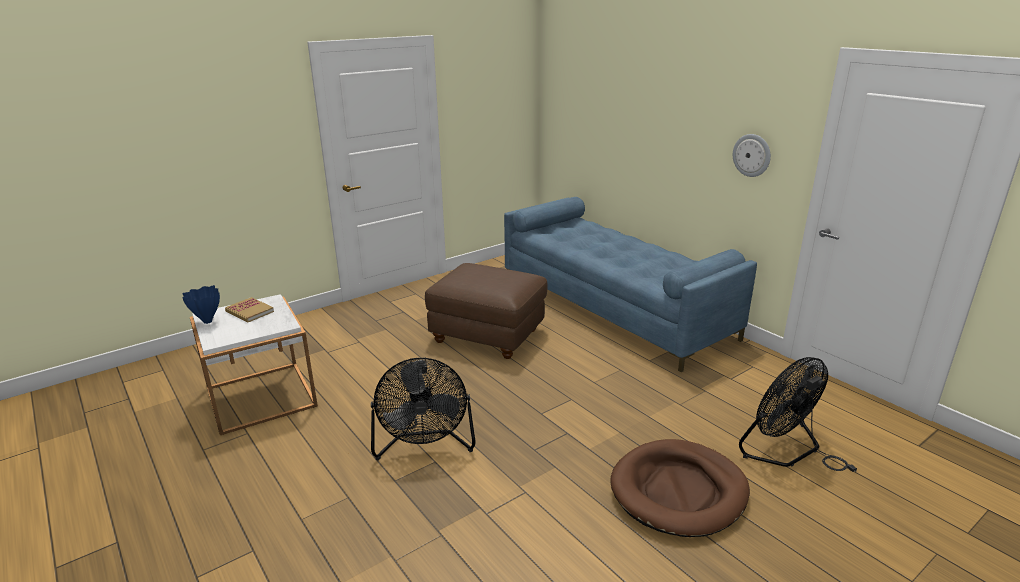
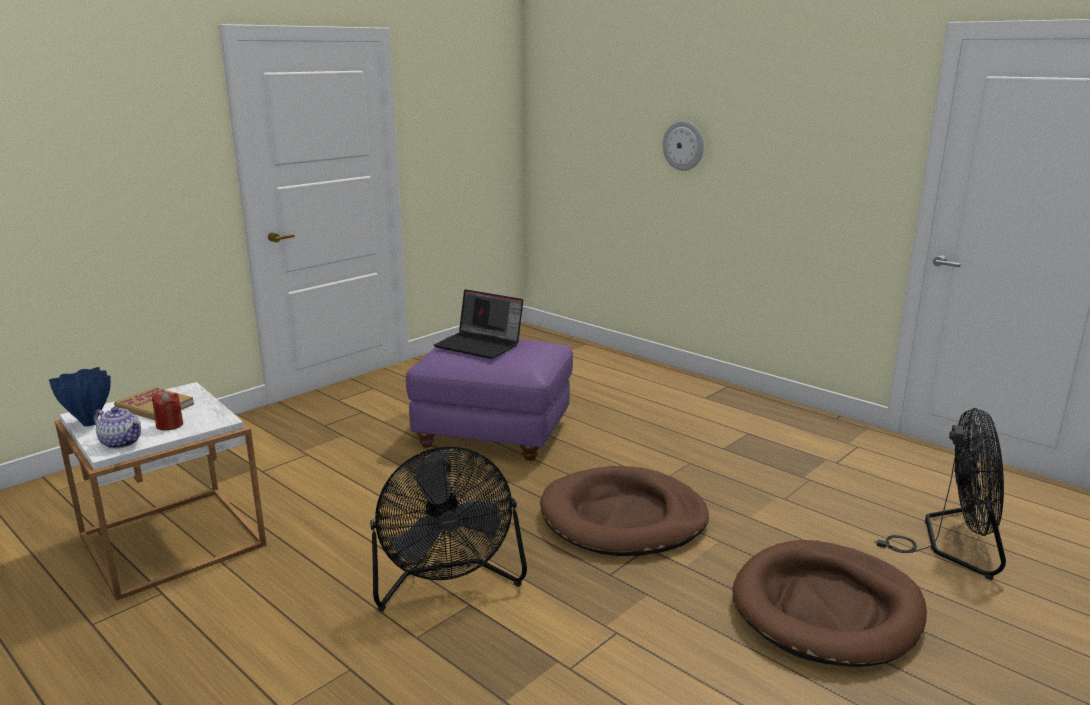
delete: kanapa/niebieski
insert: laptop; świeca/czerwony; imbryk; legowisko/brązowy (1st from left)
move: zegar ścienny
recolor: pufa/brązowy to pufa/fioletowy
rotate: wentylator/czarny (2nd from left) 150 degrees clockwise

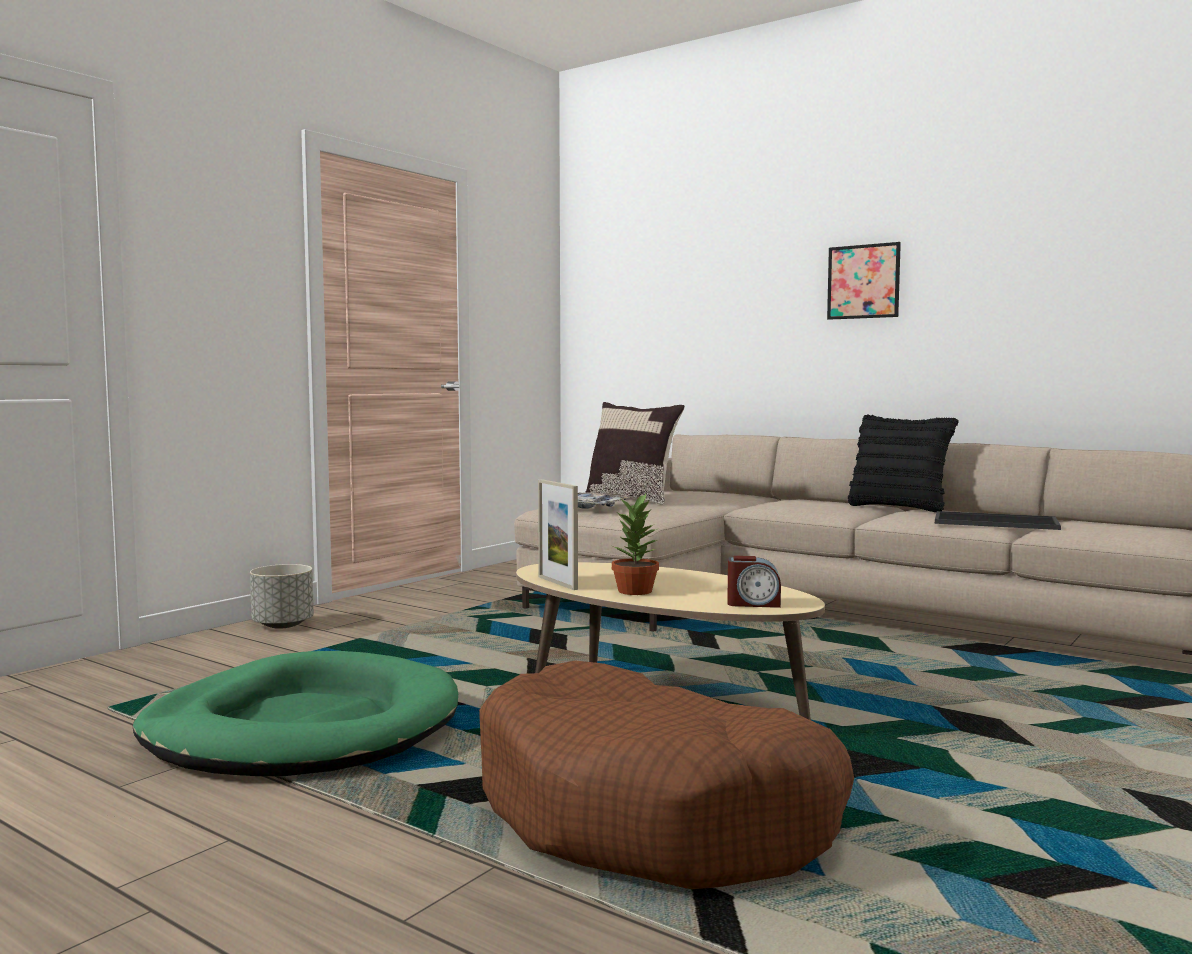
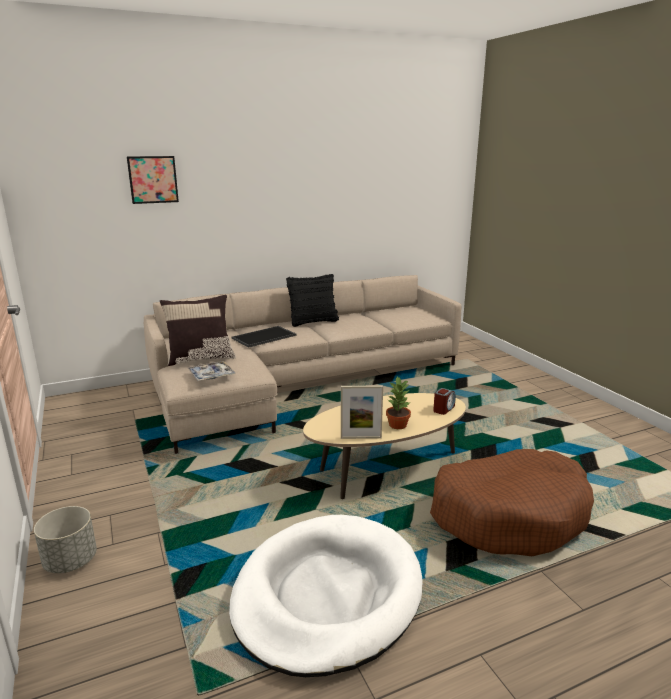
move: obraz; taca (2nd from left)
recolor: legowisko/zielony to legowisko/biały

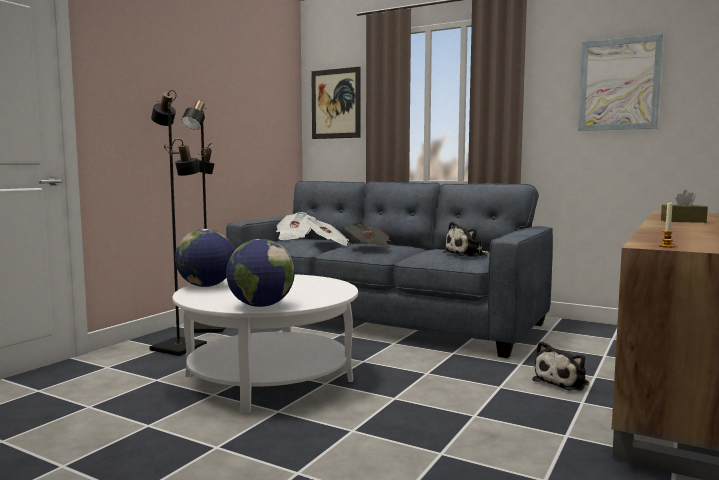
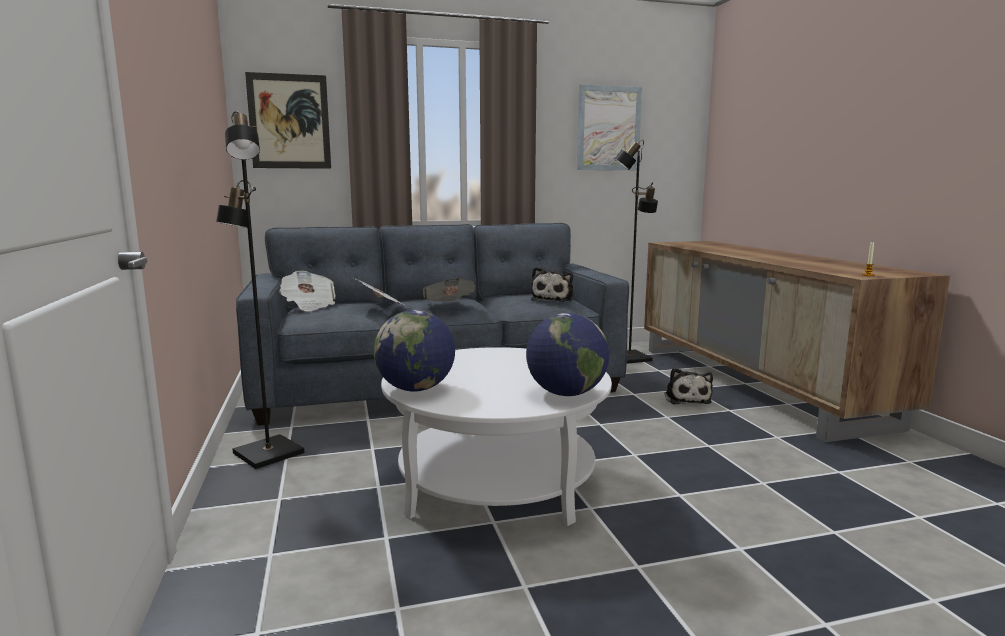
delete: pudełko chusteczek/brązowy
move: lampa stojąca/czarny (1st from left in the first image) to lampa stojąca/czarny (2nd from left)

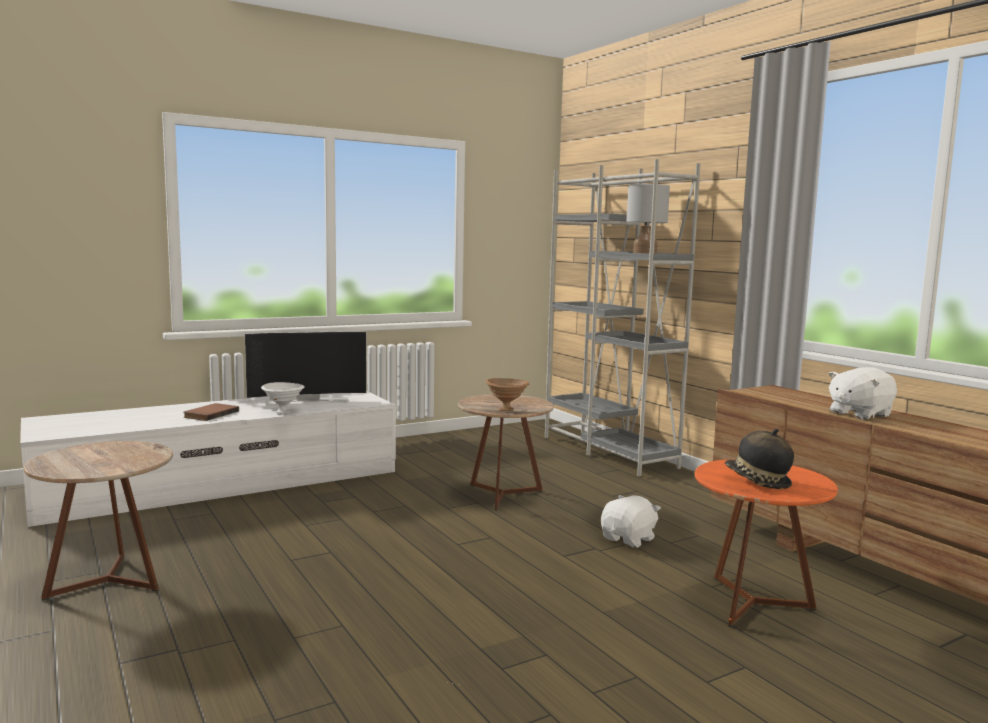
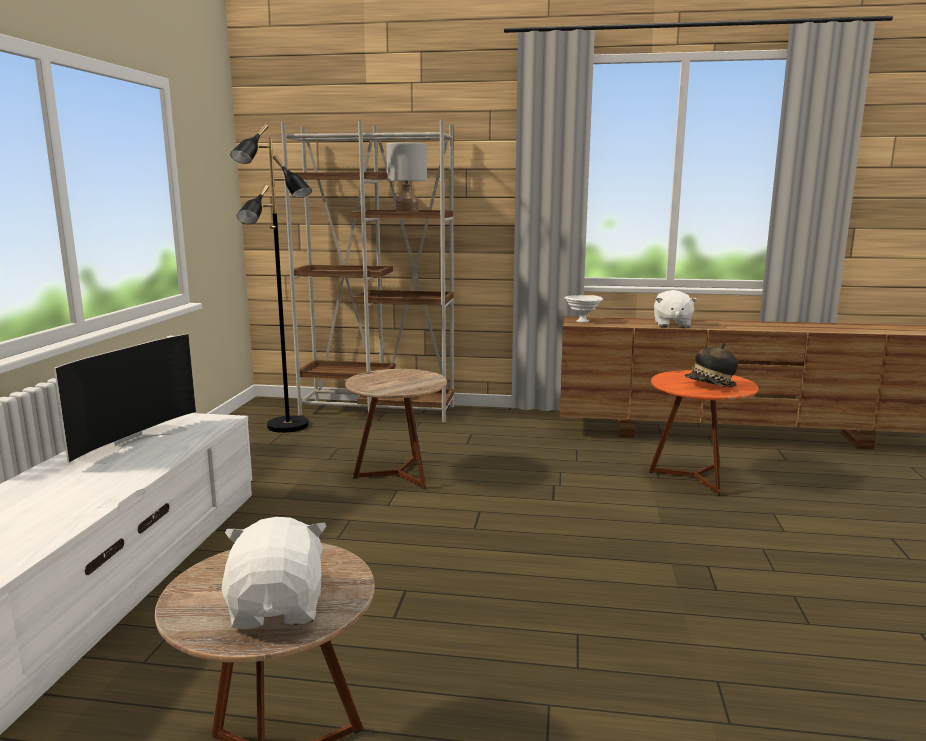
delete: miska/brązowy; książka/brązowy
insert: lampa stojąca/czarny
move: miska/biały; pluszak/biały (1st from left)
recolor: regał/szary to regał/brązowy

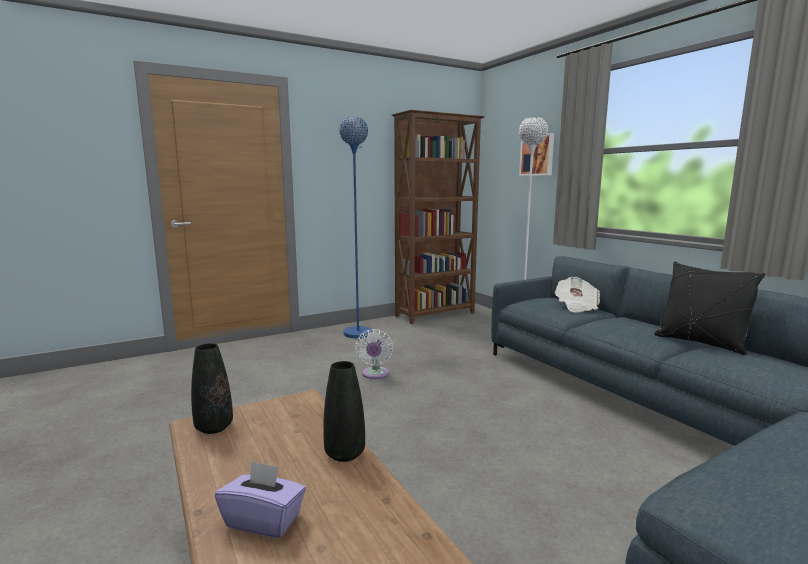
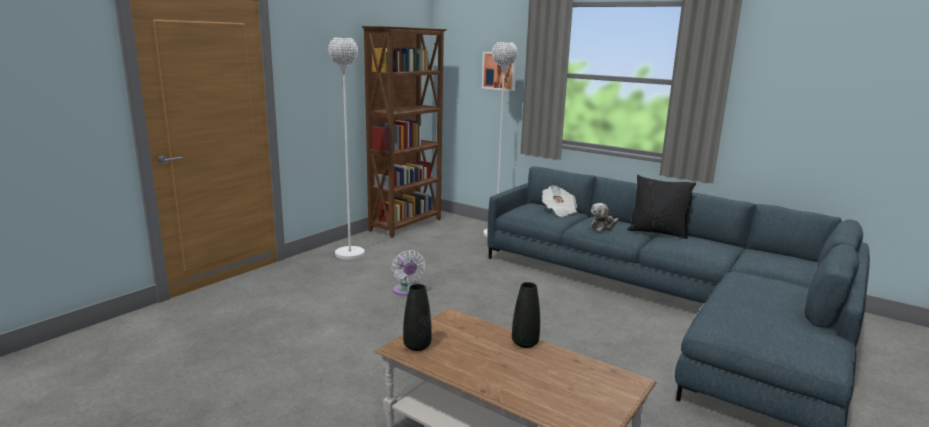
delete: pudełko chusteczek/fioletowy
insert: pluszak
recolor: lampa stojąca/niebieski to lampa stojąca/biały (1st from left)

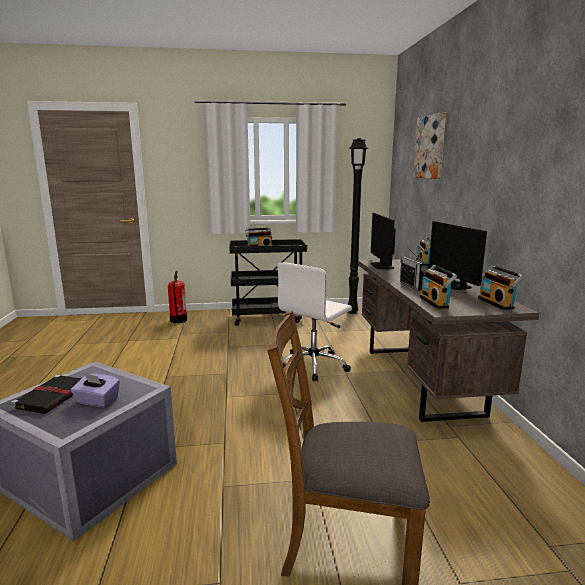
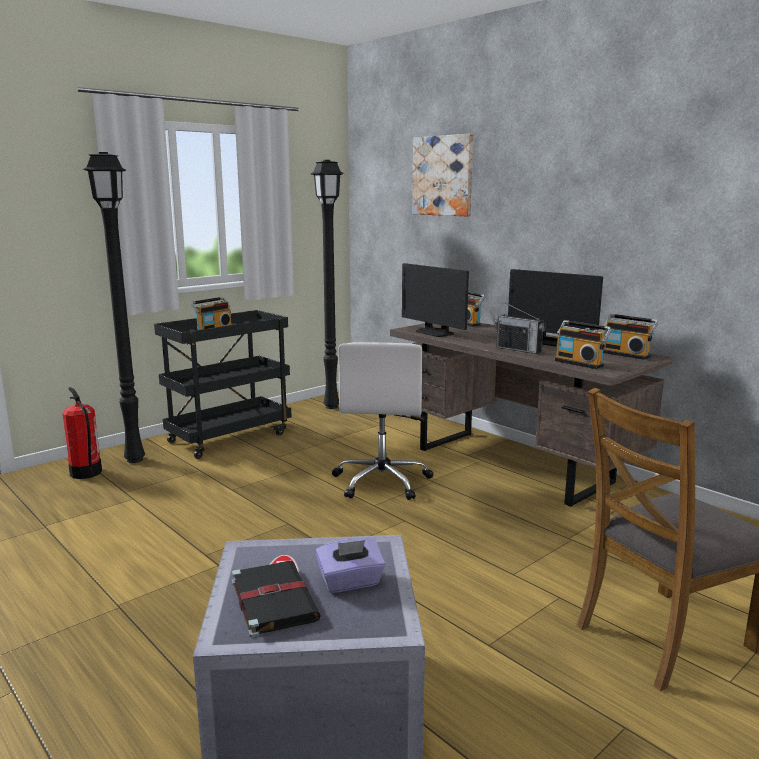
insert: lampa stojąca/czarny (1st from left)

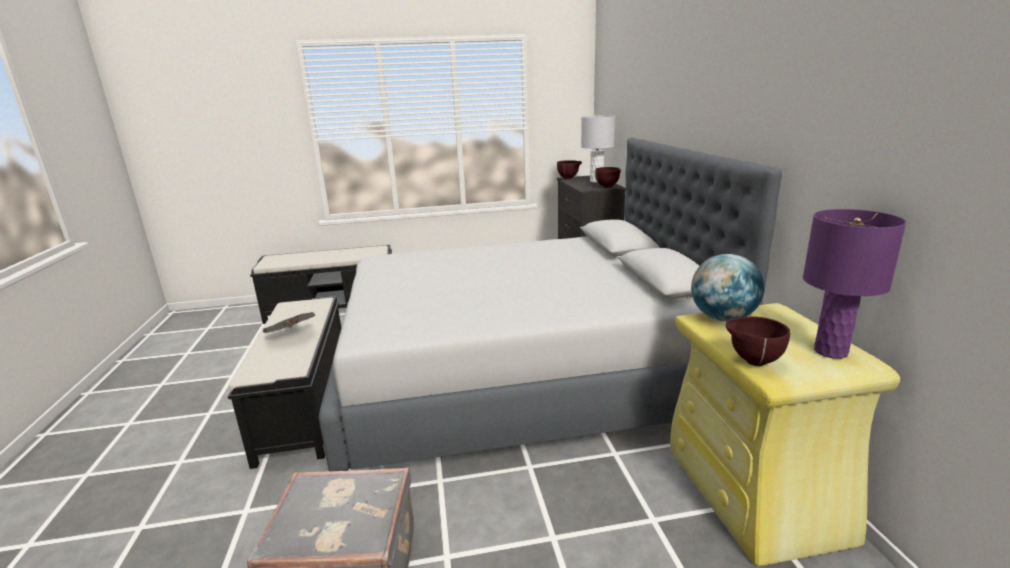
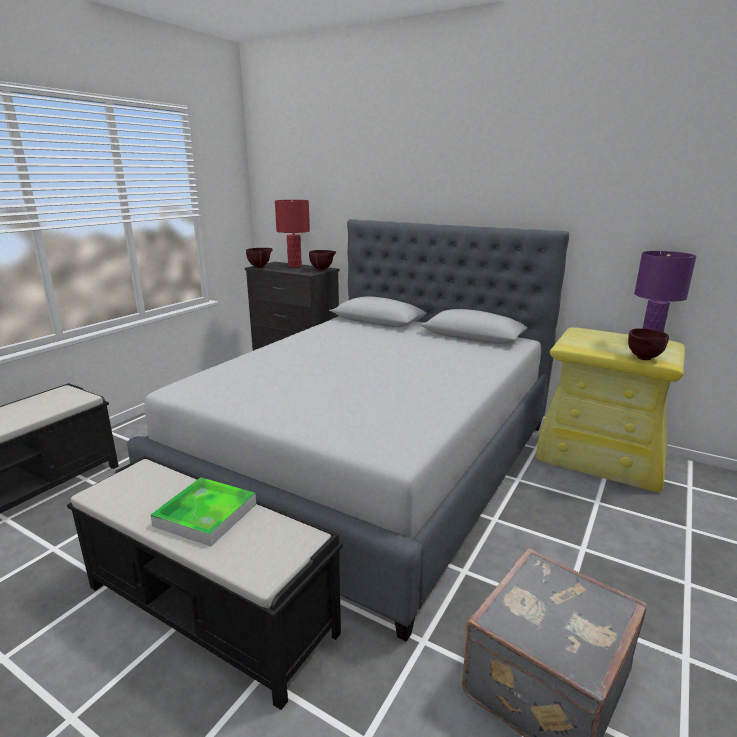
delete: globus
replace: gazeta to taca
recolor: lampa stołowa/szary to lampa stołowa/czerwony

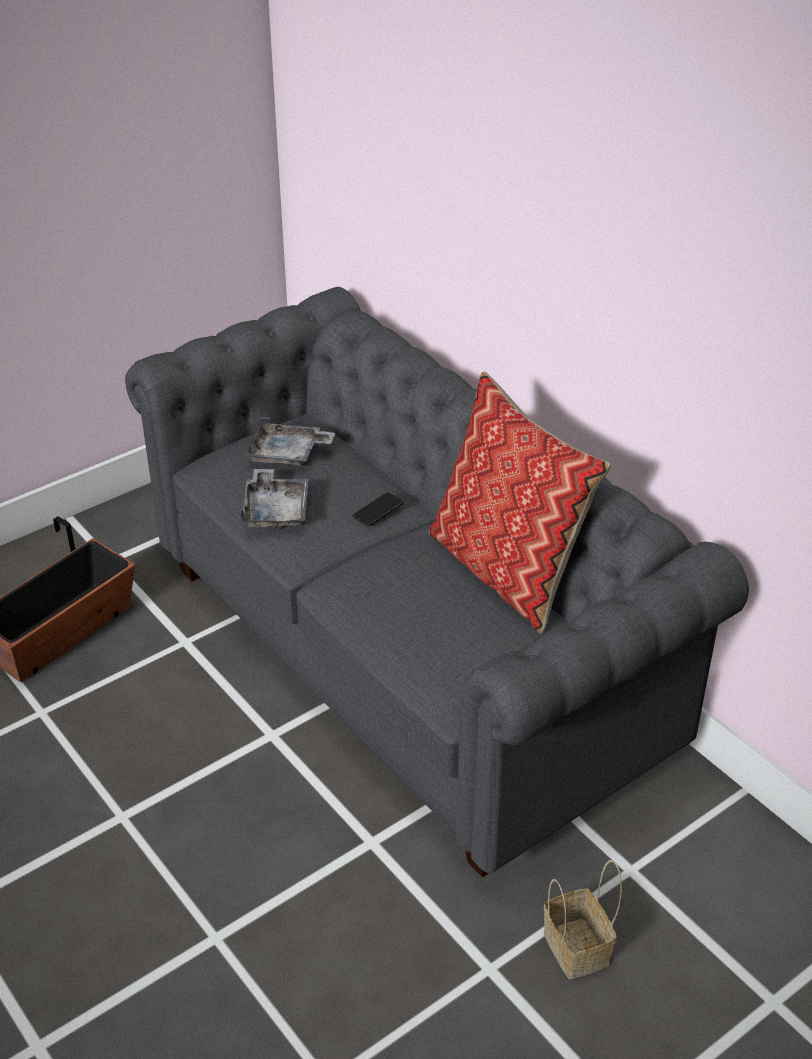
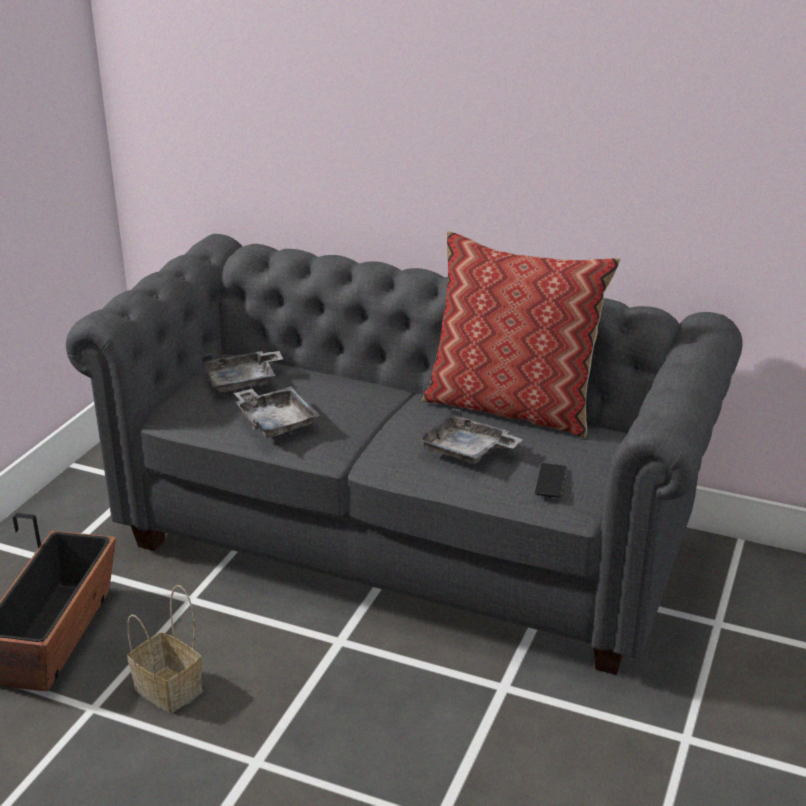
insert: taca/szary (3rd from left)
move: telefon; koszyk

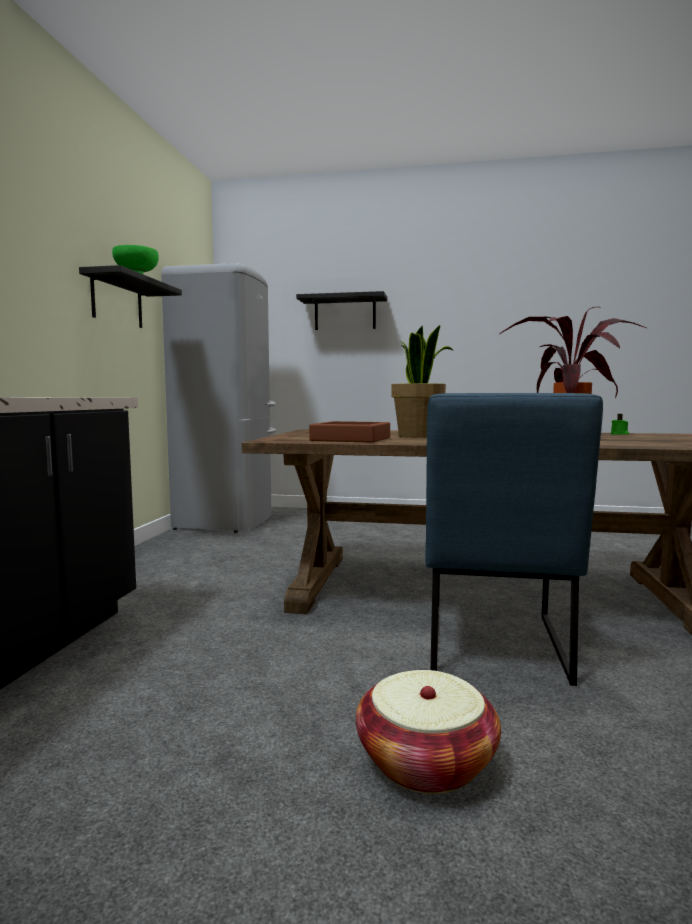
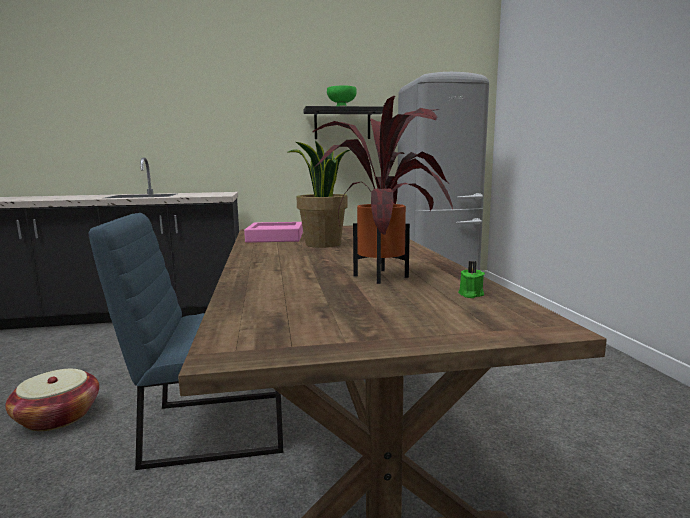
delete: półka/czarny (2nd from left)
recolor: taca/brązowy to taca/różowy

